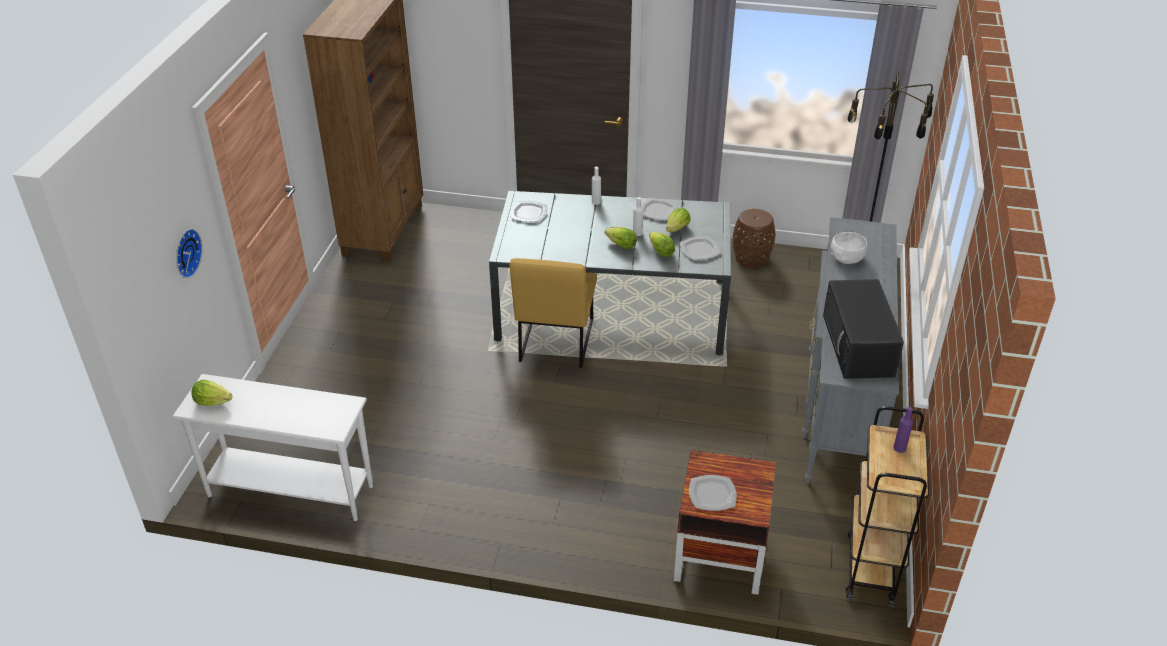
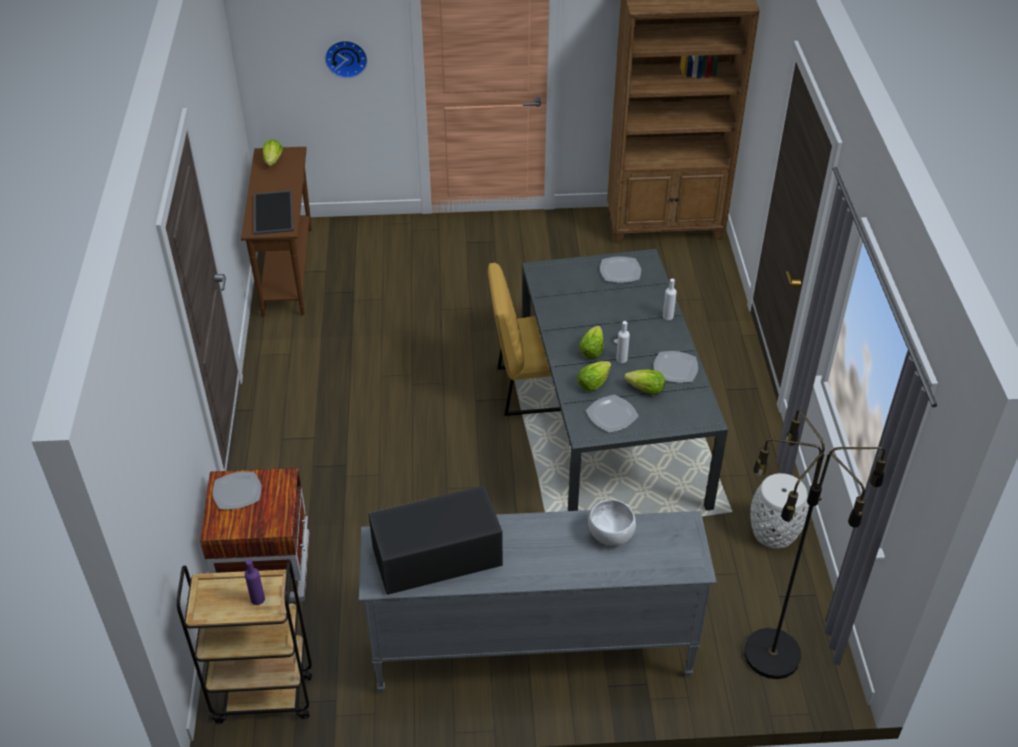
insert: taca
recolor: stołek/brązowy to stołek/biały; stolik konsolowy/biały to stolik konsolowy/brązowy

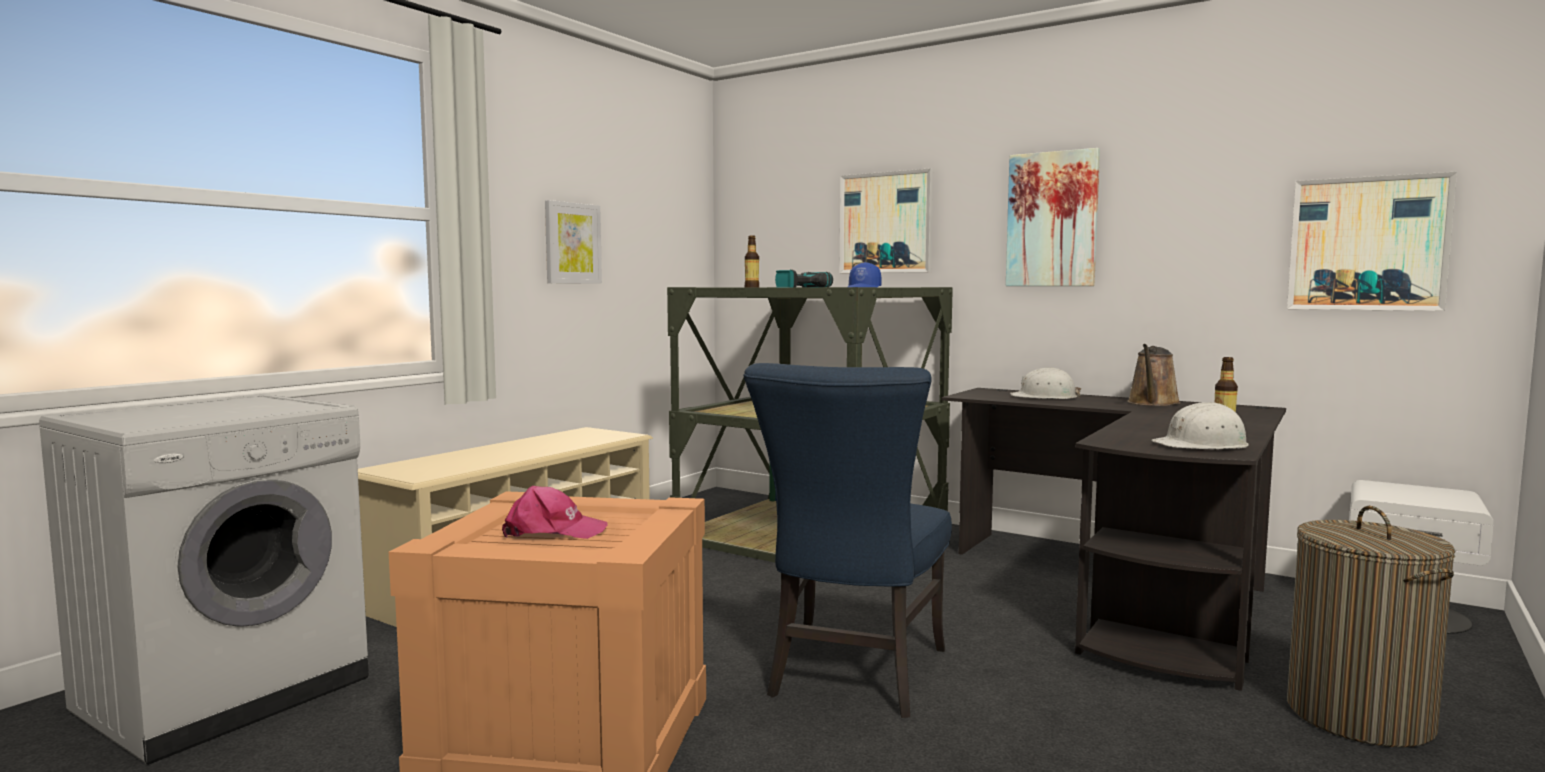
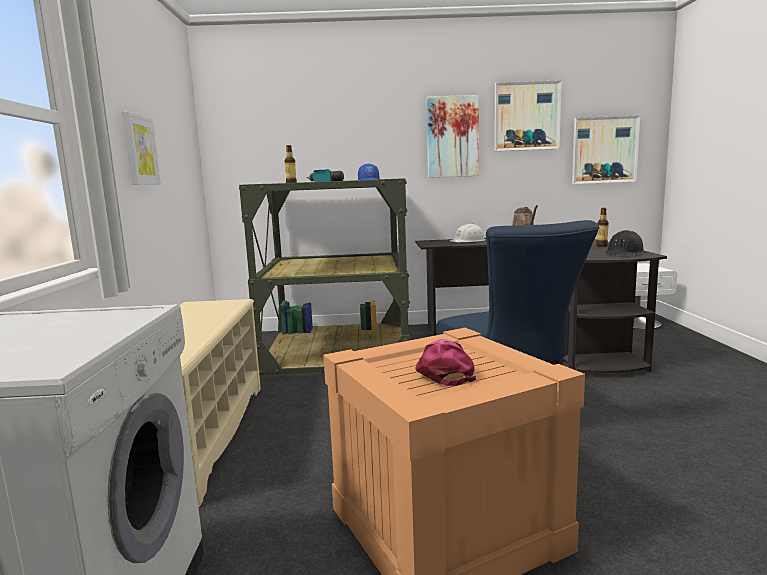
delete: kosz na pranie
move: obraz (2nd from left in the first image) to obraz (3rd from left)
recolor: kask/biały (2nd from left) to kask/czarny
rotate: czapka z daszkiem/różowy 60 degrees counterclockwise

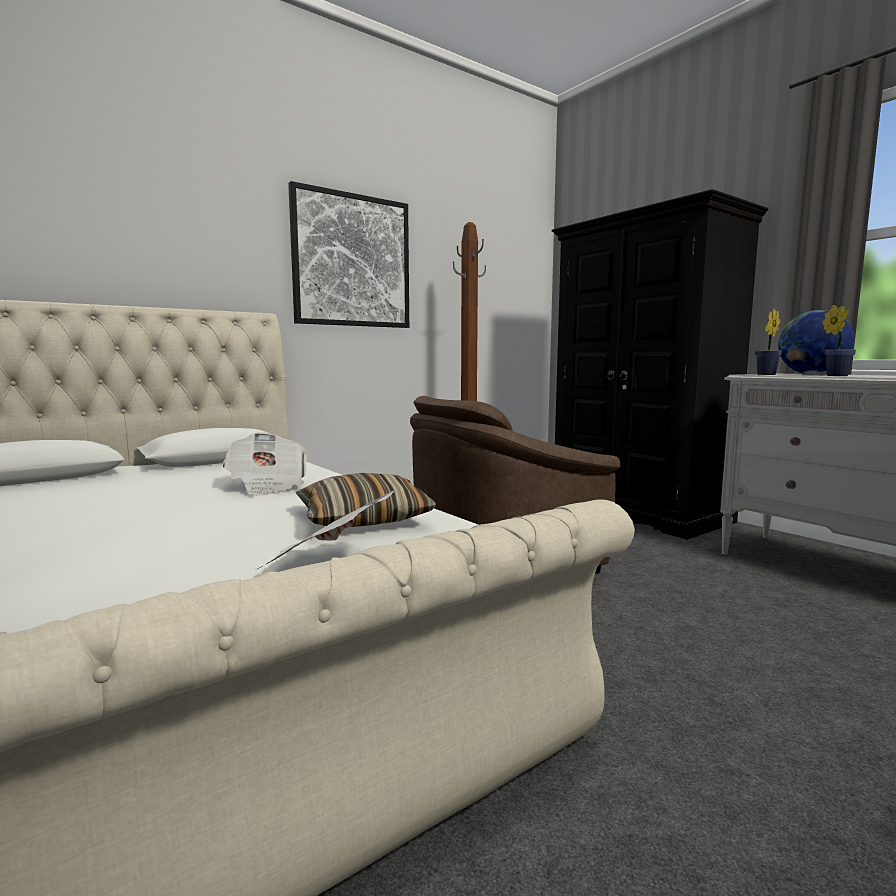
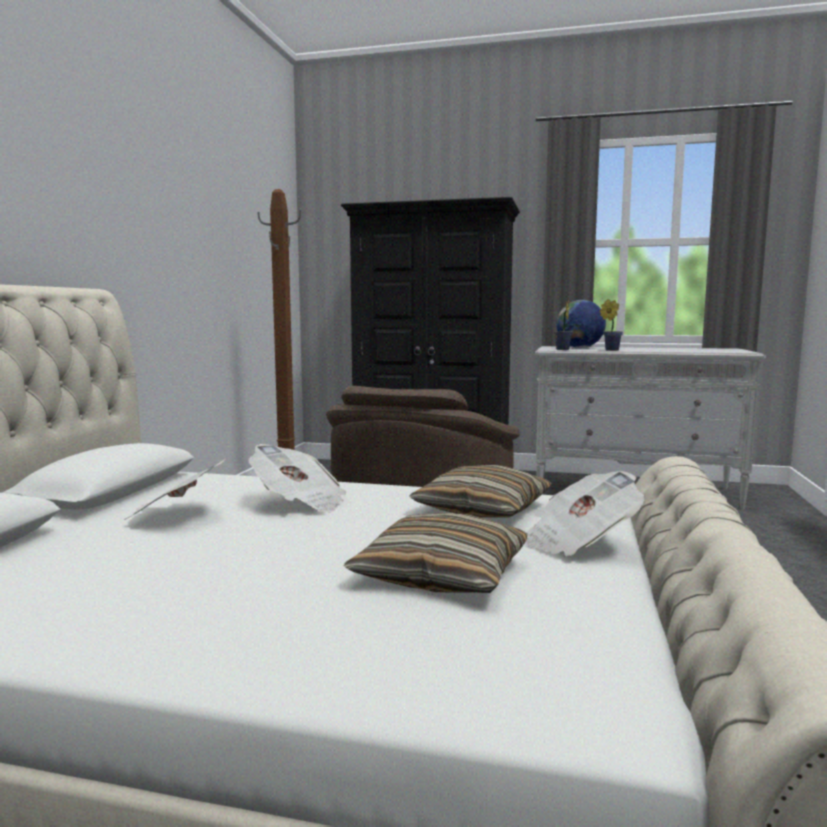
delete: obraz
insert: gazeta (1st from left); poduszka (1st from left)

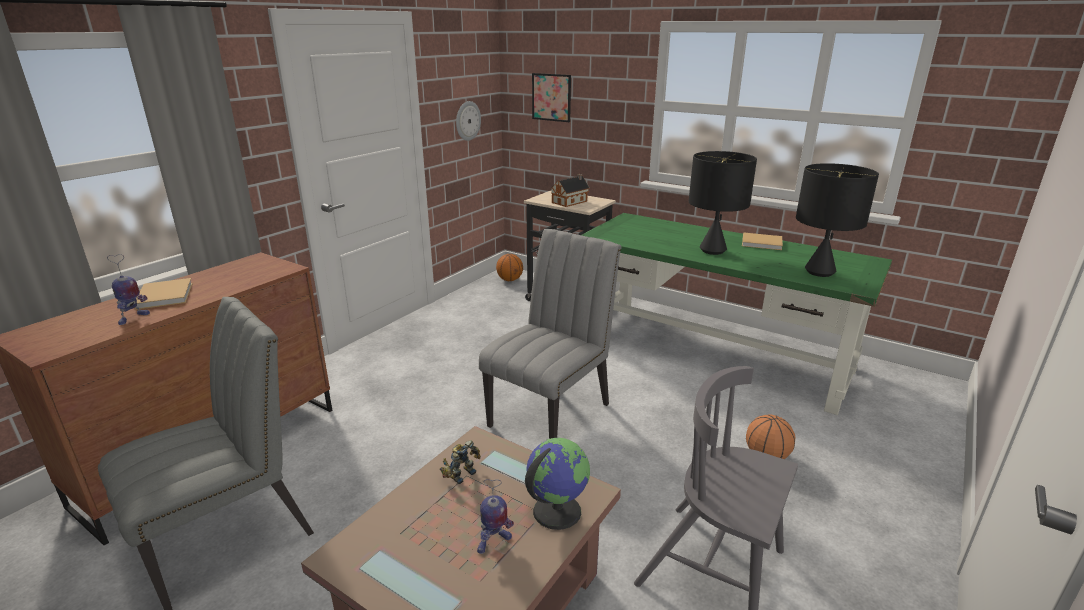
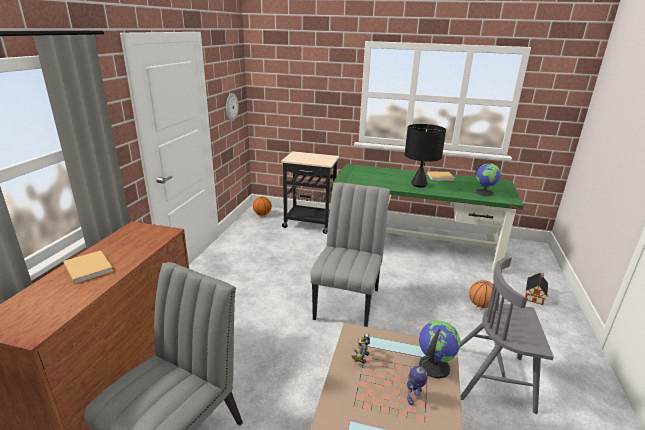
delete: obraz; robot zabawkowy (1st from left)
move: domek
replace: lampa stołowa/czarny (2nd from left) to globus (2nd from left)

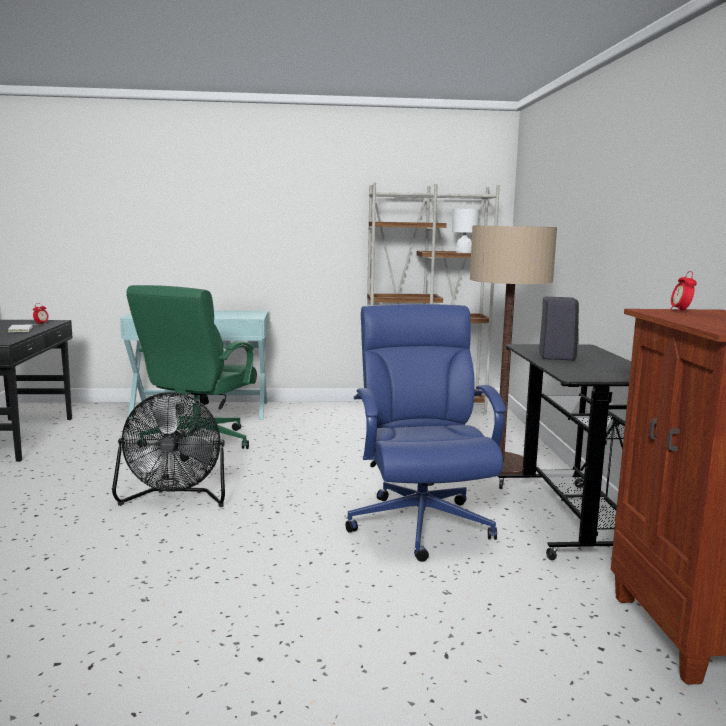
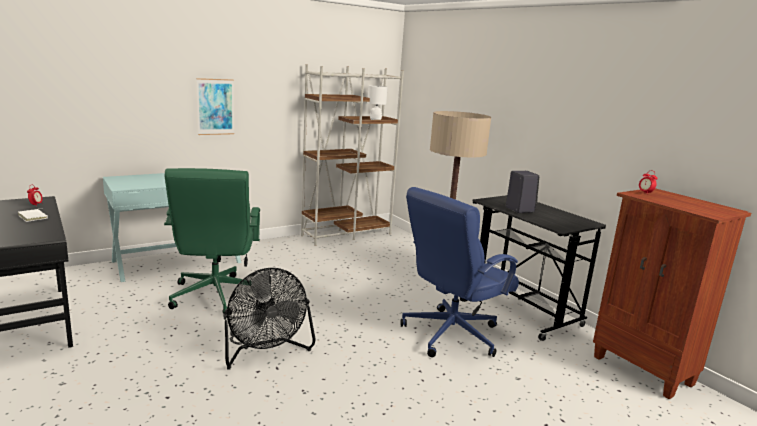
insert: obraz
rotate: krzesło biurowe/niebieski 90 degrees counterclockwise

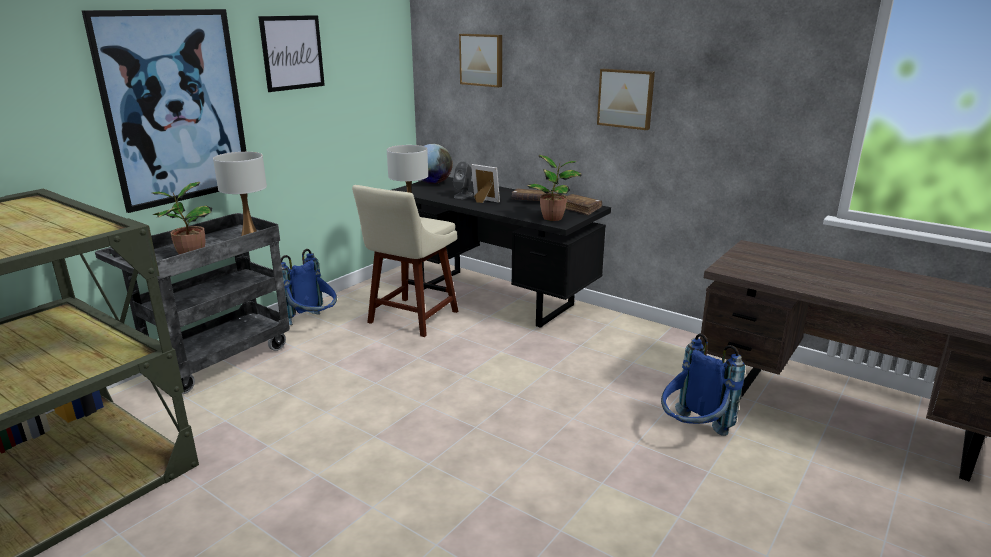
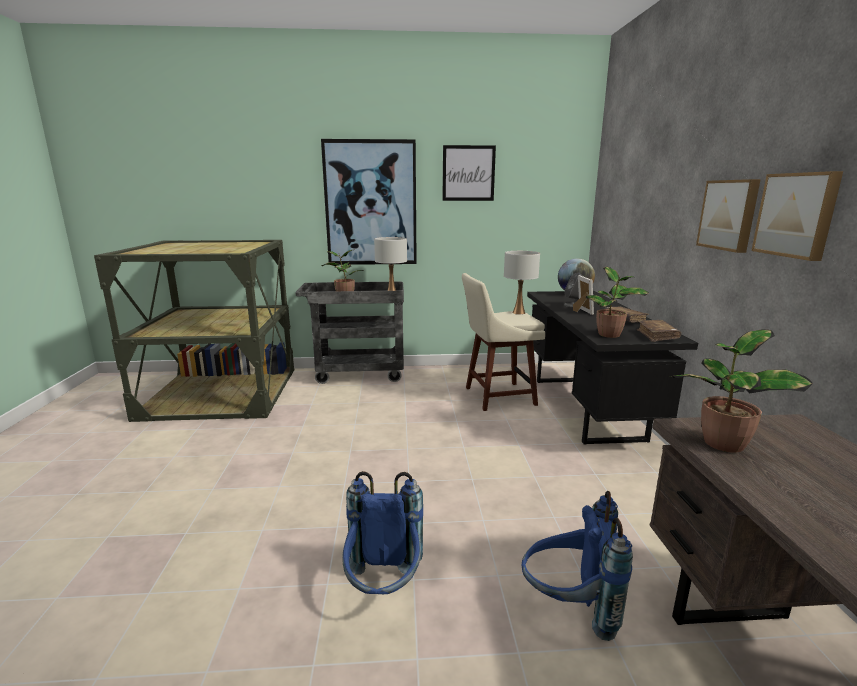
insert: roślina doniczkowa (3rd from left)
move: obraz (3rd from left in the first image) to obraz (4th from left); plecak/niebieski (1st from left)

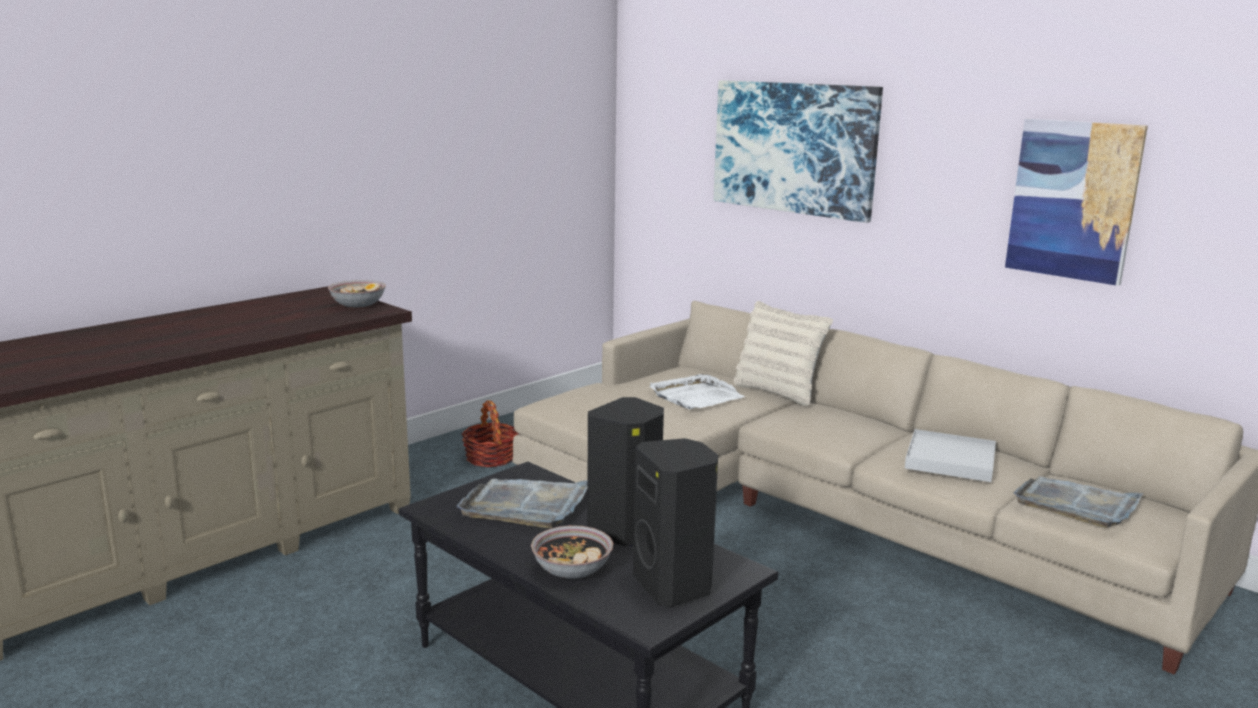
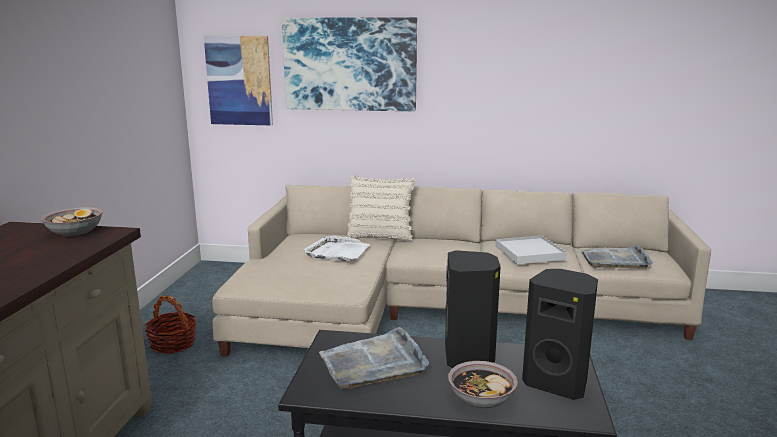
move: obraz (2nd from left in the first image) to obraz (1st from left)

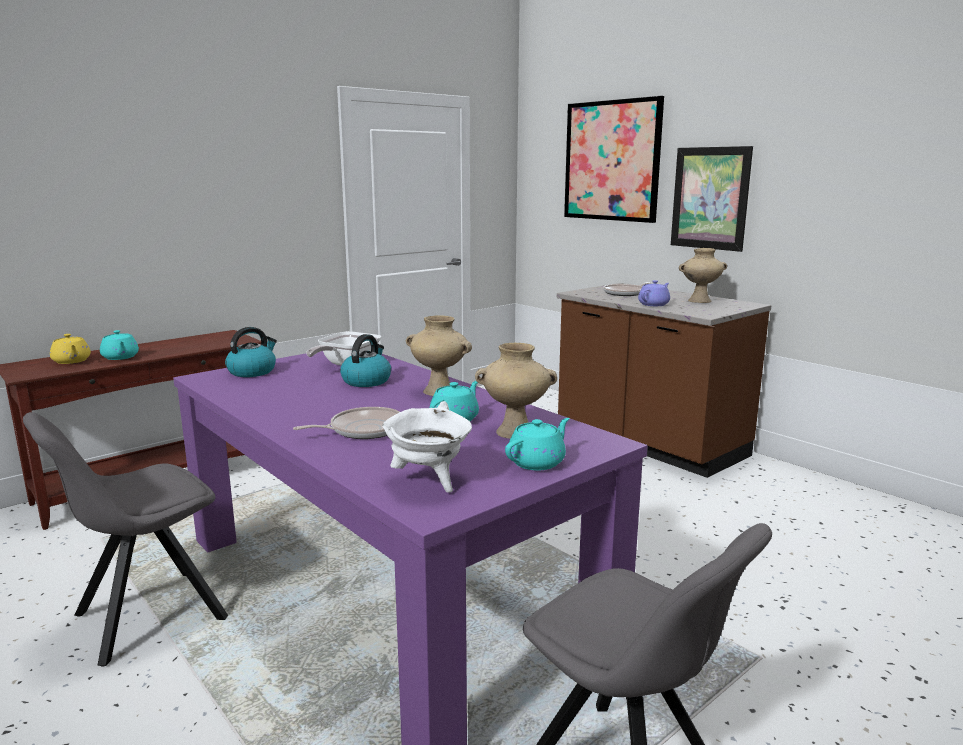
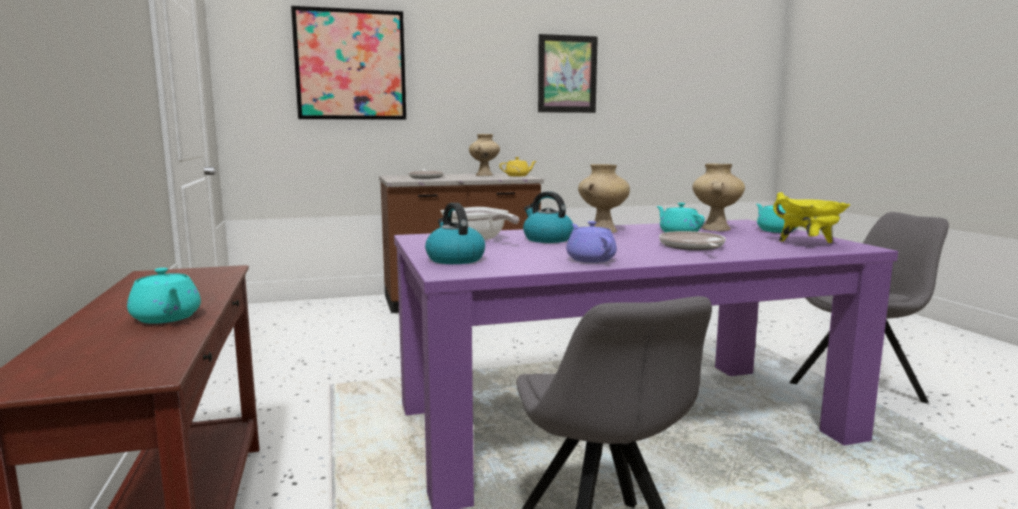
move: obraz (2nd from left); imbryk/fioletowy; imbryk/żółty
recolor: garnek/biały to garnek/żółty
rotate: imbryk/turkusowy (1st from left) 60 degrees clockwise

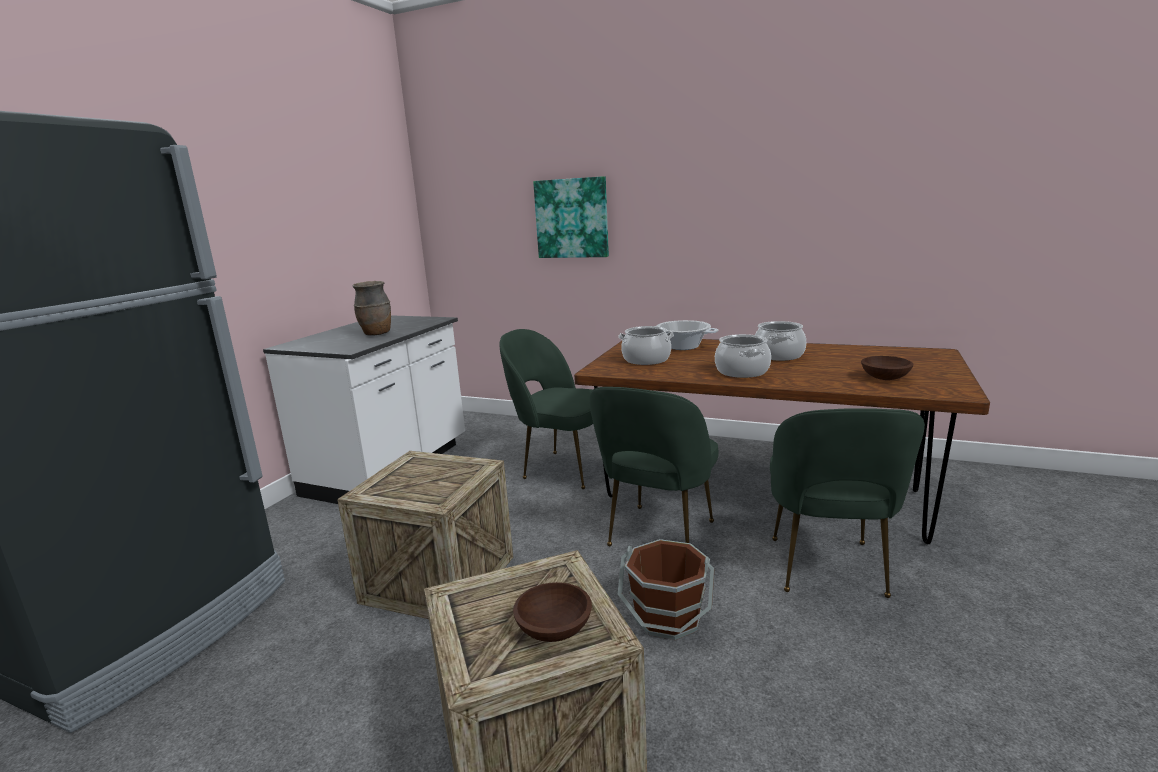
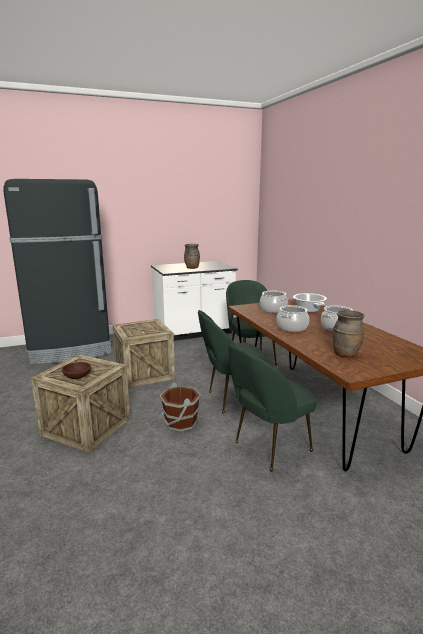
delete: obraz
replace: miska/brązowy (2nd from left) to wazon/brązowy (2nd from left)

